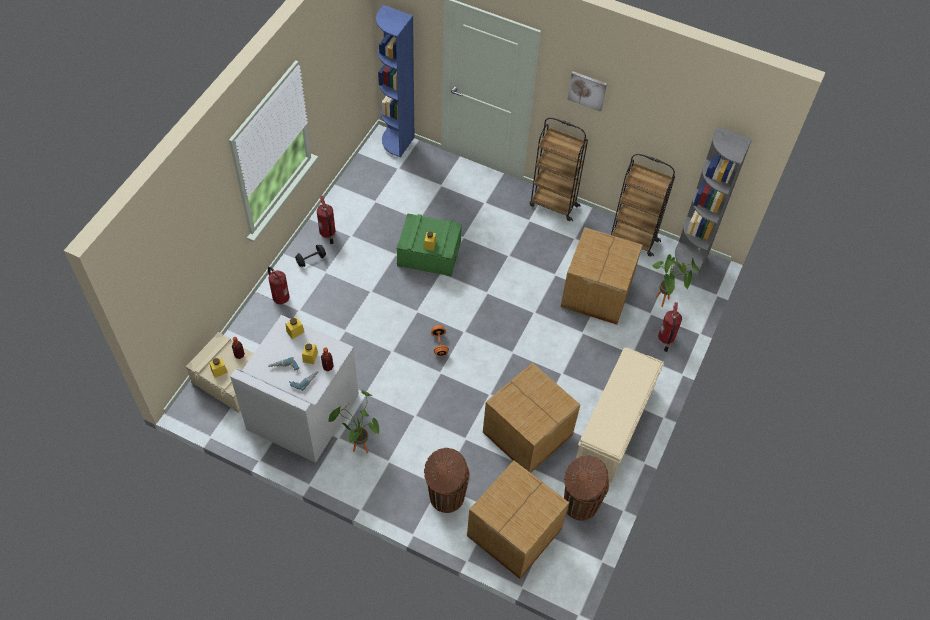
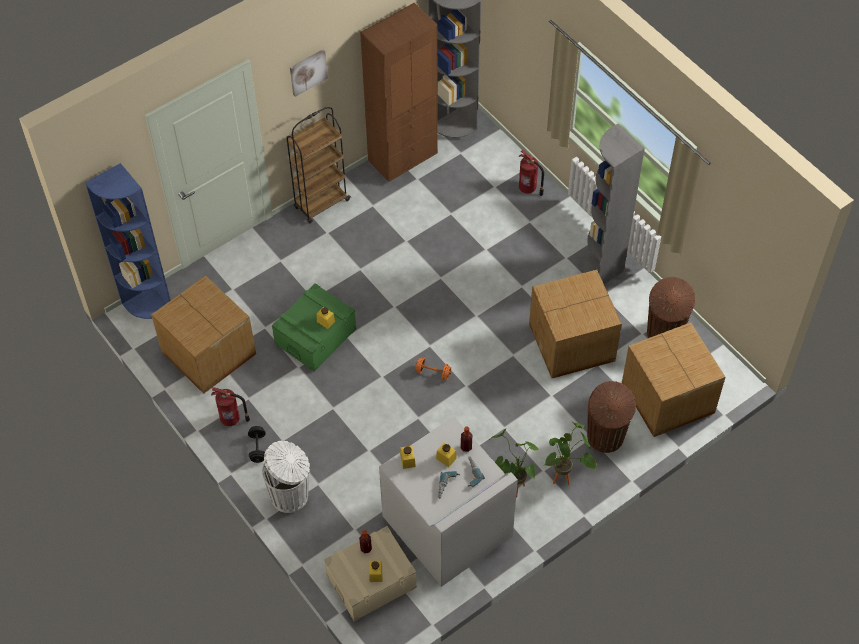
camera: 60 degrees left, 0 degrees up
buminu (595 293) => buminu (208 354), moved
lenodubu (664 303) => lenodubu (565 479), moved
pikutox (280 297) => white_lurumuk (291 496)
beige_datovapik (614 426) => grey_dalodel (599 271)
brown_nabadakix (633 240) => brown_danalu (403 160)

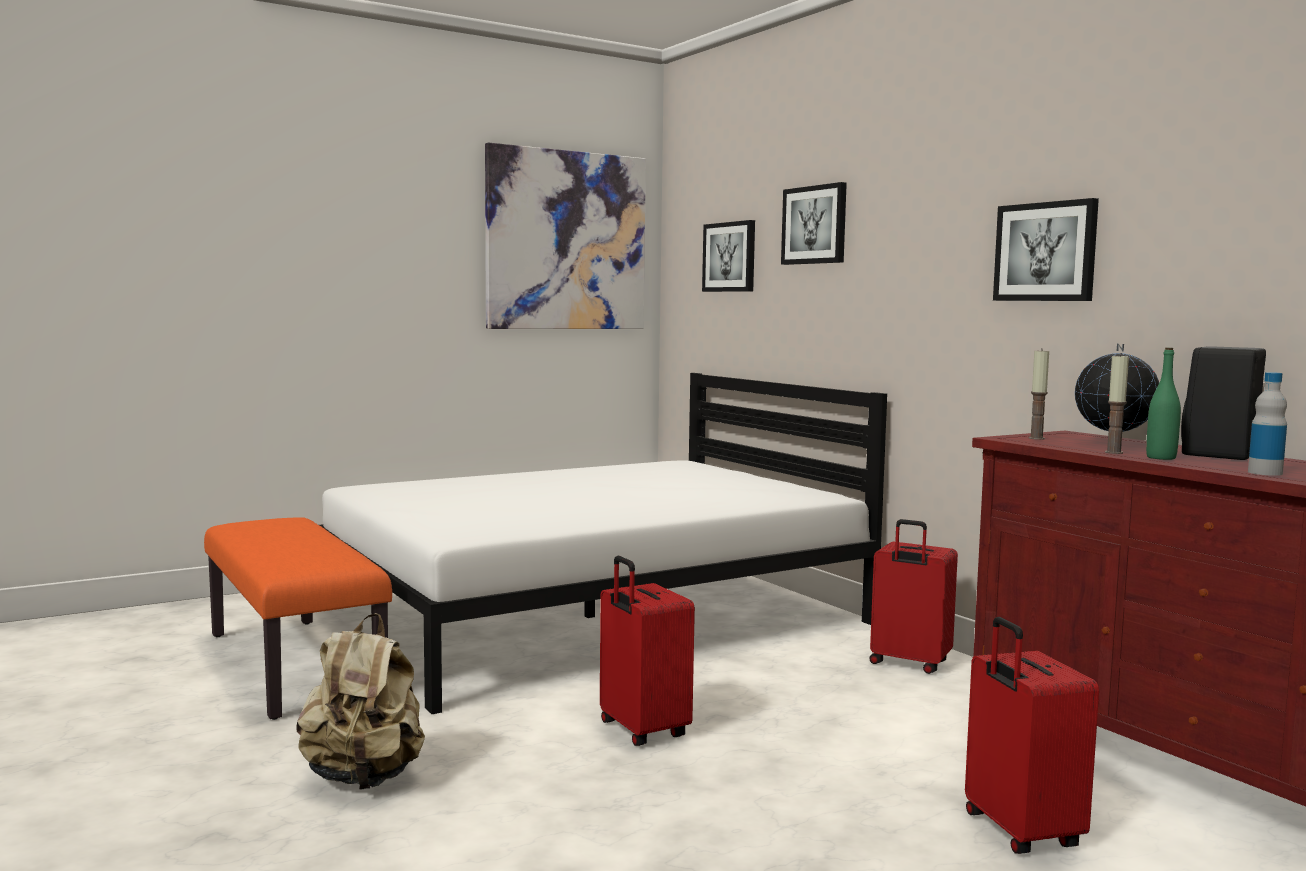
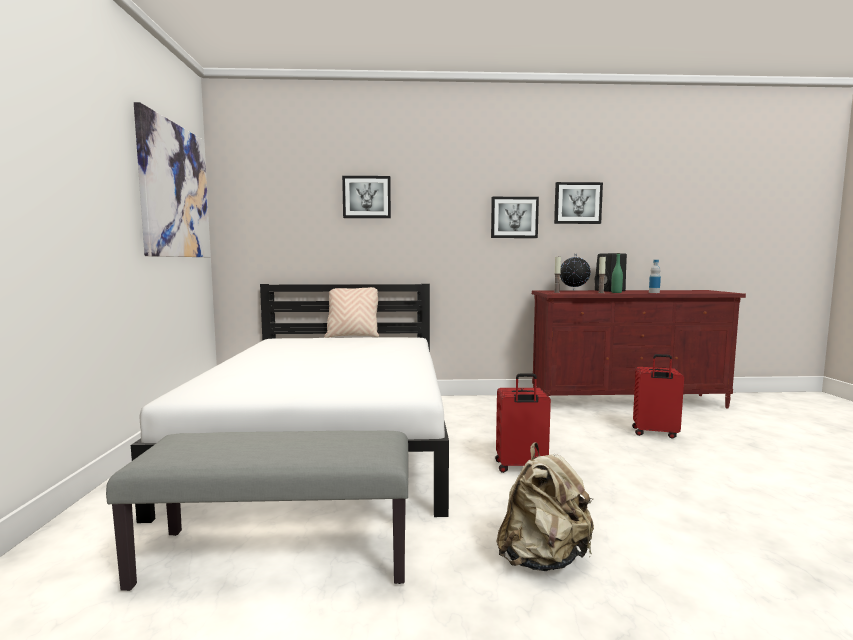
camera: 60 degrees left, 0 degrees up
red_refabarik (909 664) => nothing
nothing => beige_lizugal (352 336)
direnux (730 257) => direnux (577 203), moved
orange_datovapik (295 665) => grey_datovapik (279 555)

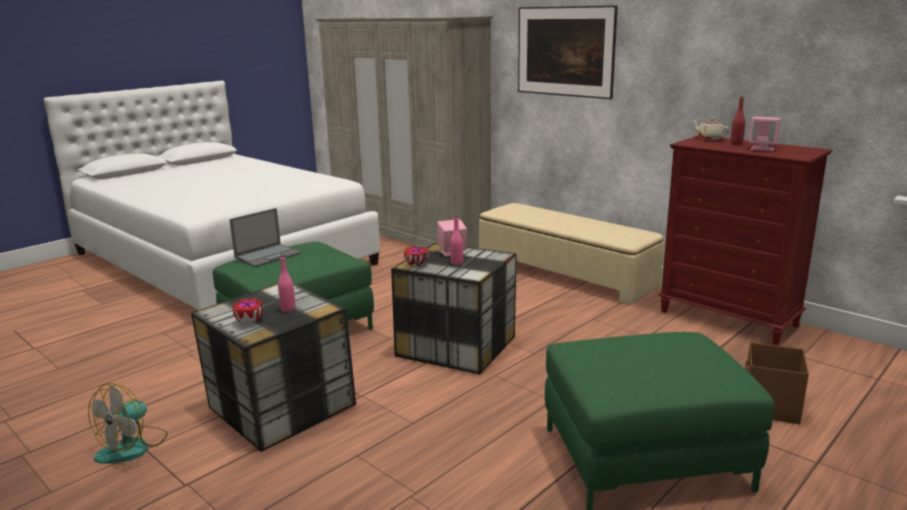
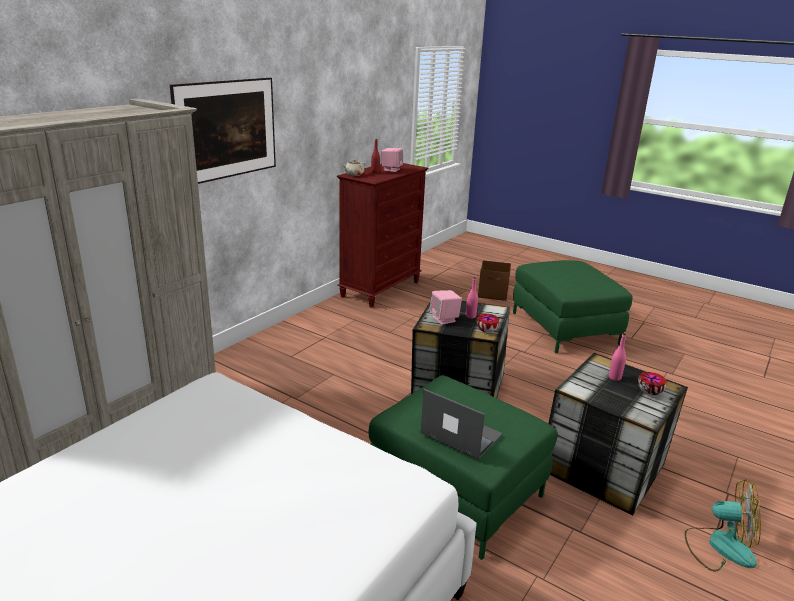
camera: 100 degrees left, 5 degrees up
beige_datovapik (565 273) => nothing

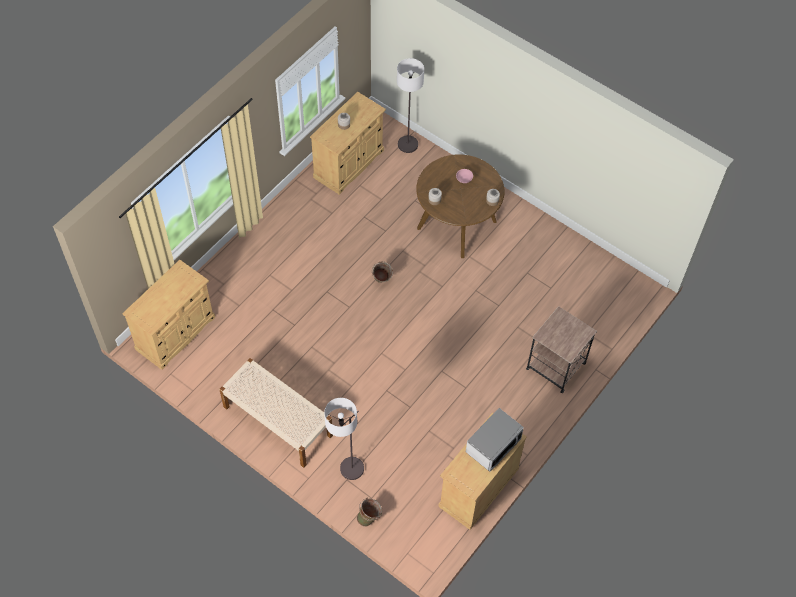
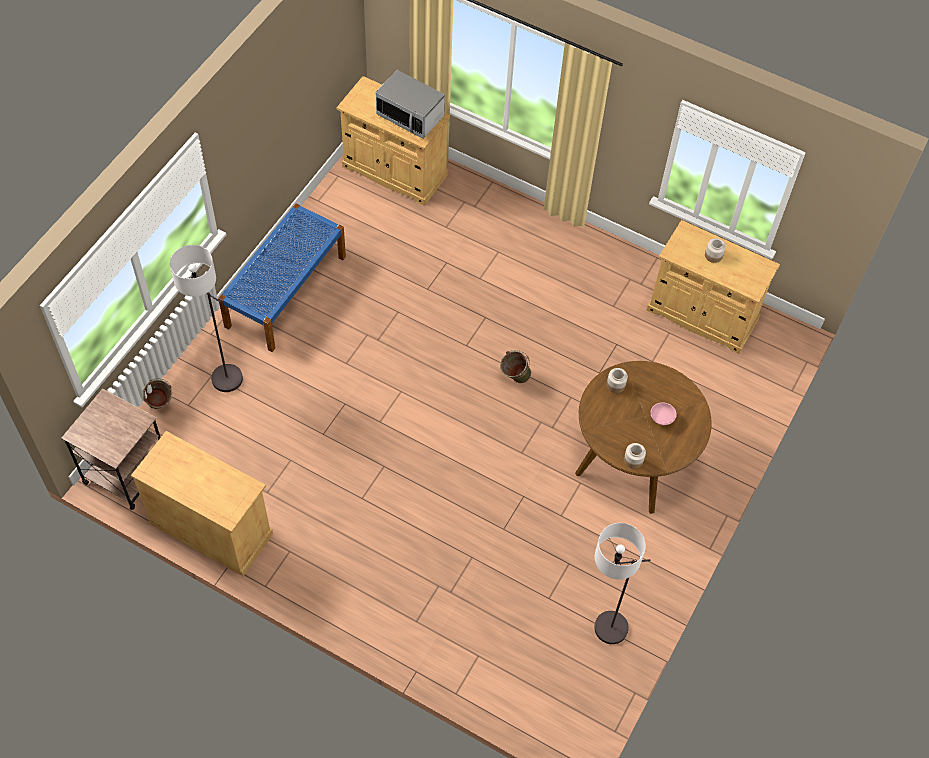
camera: 80 degrees right, 0 degrees up
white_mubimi (407 150) => white_mubimi (600 629), moved
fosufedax (493 445) => fosufedax (410 116), moved
brown_nabadakix (555 367) => brown_nabadakix (125 472), moved
beige_datovapik (277 421) => blue_datovapik (285 291)

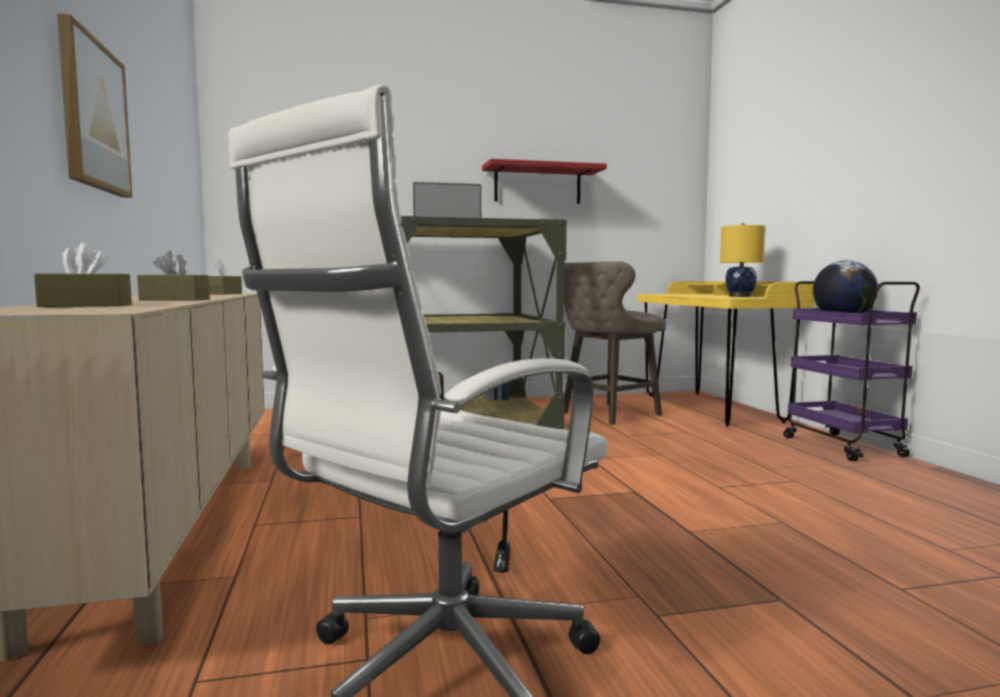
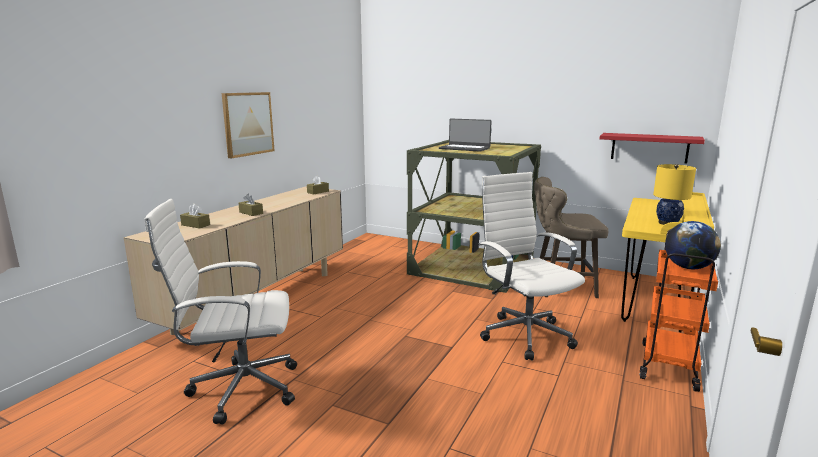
camera: 40 degrees right, 10 degrees up
nothing => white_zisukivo (523 334)
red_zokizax (537 185) => red_zokizax (649 148), moved
purple_nabadakix (843 447) => orange_nabadakix (668 366)

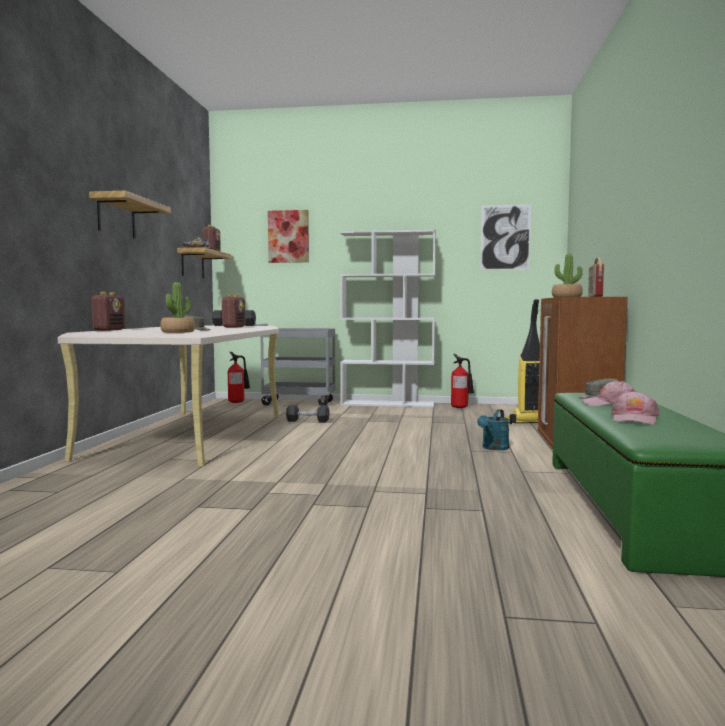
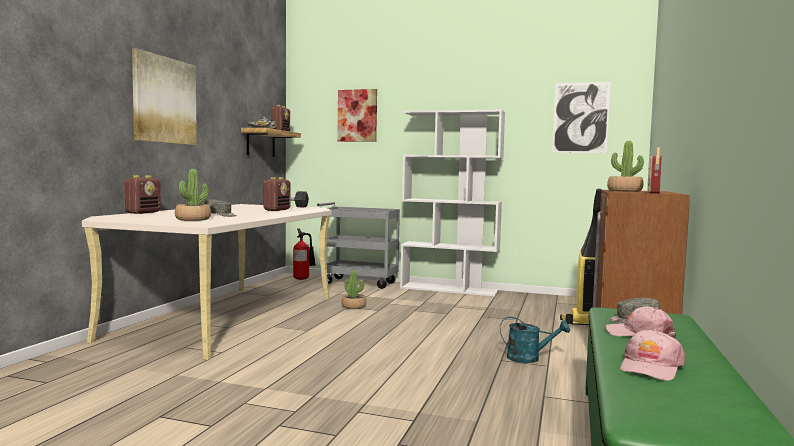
camera: 10 degrees right, 0 degrees up
pikutox (461 407) => nothing
zokizax (116 217) => direnux (164 100)
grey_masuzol (308 421) => lenodubu (353 306)
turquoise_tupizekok (494 448) => turquoise_tupizekok (529 358), 120 degrees counterclockwise

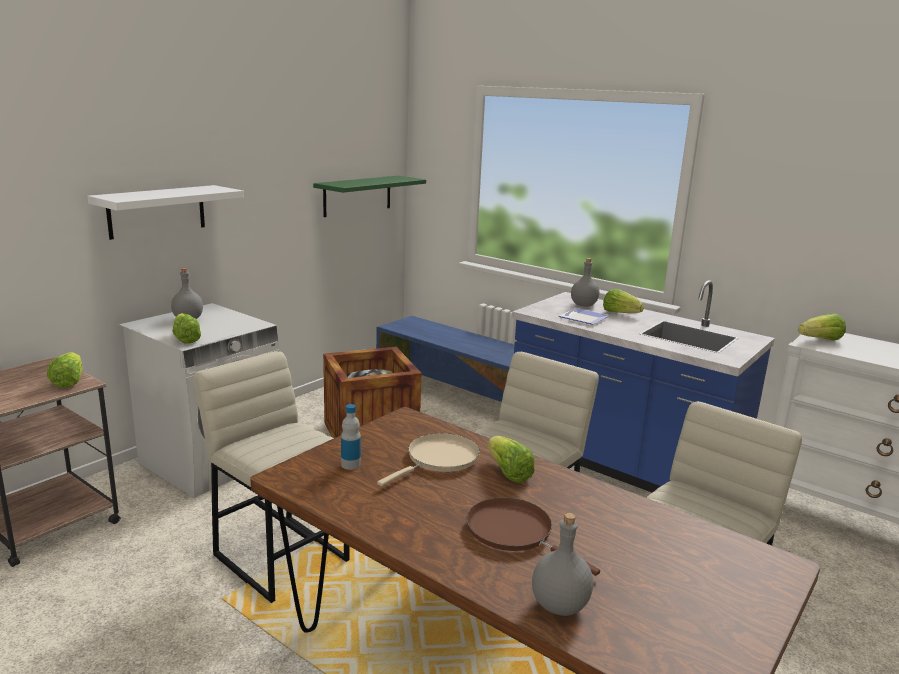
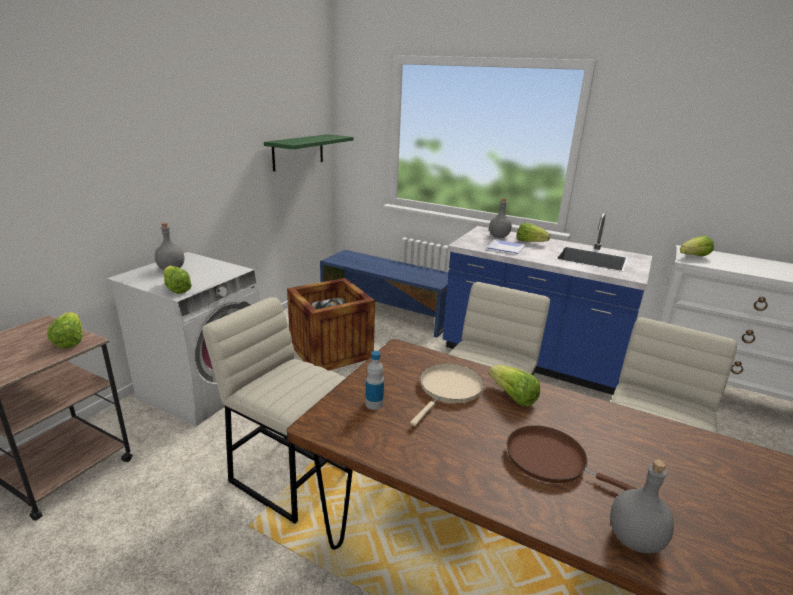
camera: 10 degrees left, 5 degrees up
white_zokizax (157 211) => nothing

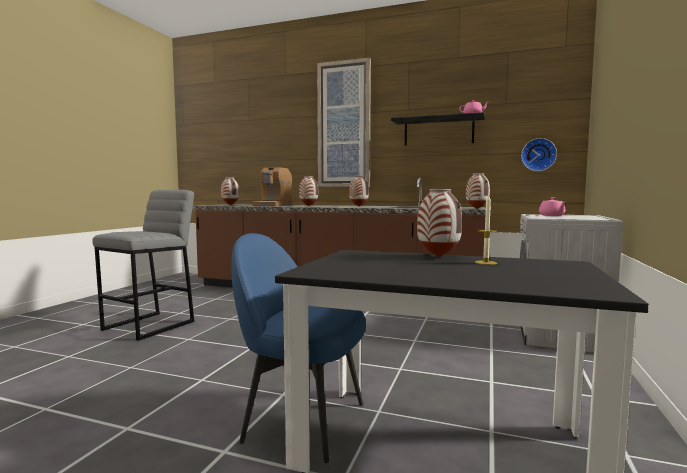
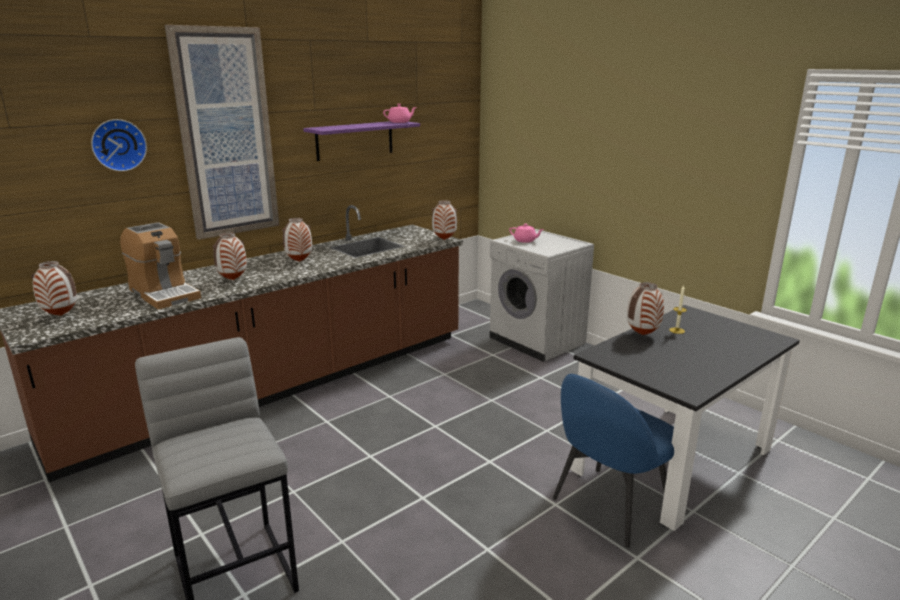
camera: 60 degrees left, 15 degrees up
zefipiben (538 155) => zefipiben (118 145), moved
black_zokizax (438 132) => purple_zokizax (355 140)

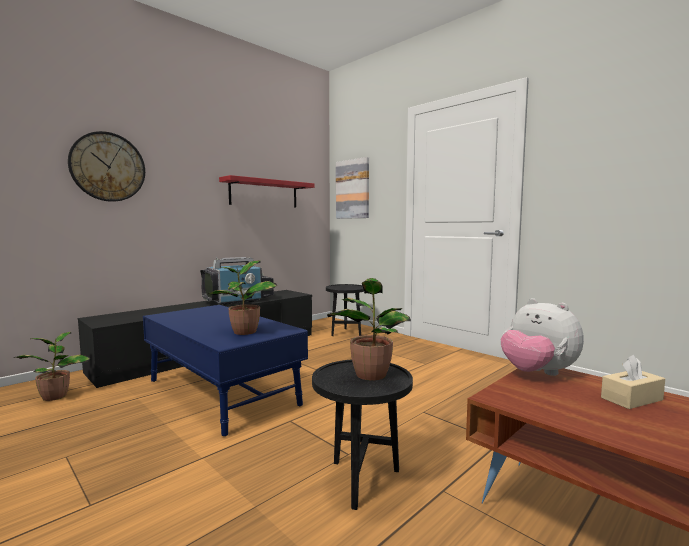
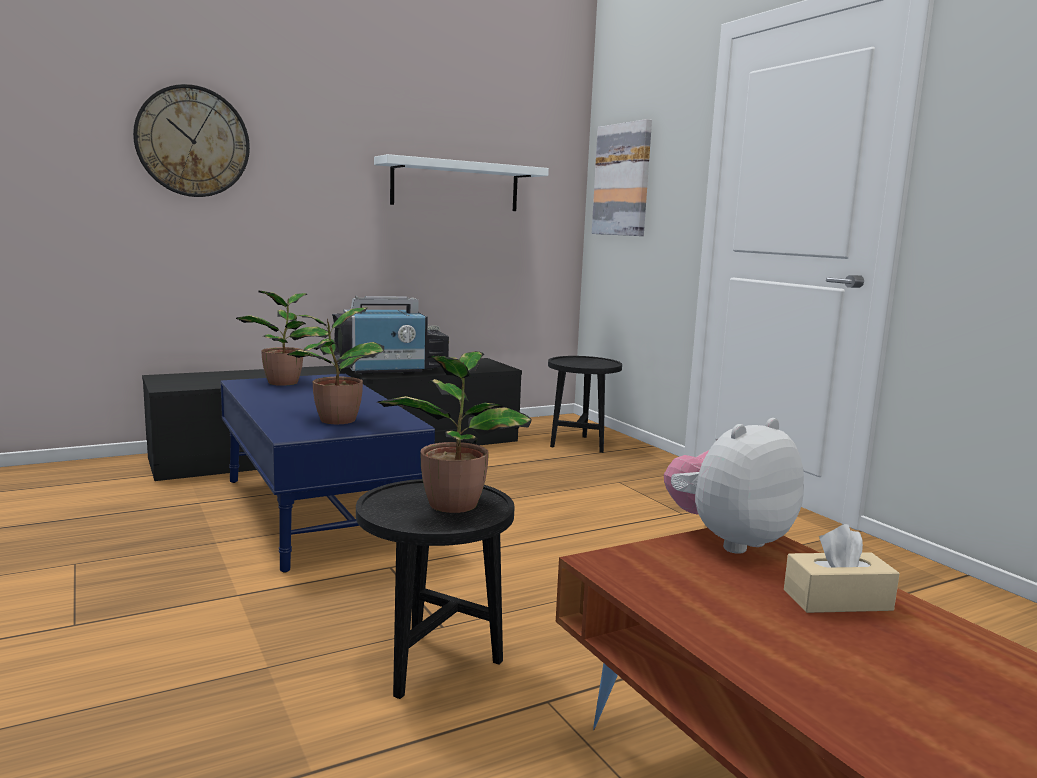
camera: 15 degrees right, 5 degrees up
lenodubu (56 396) => lenodubu (284 382), moved
red_zokizax (264 193) => white_zokizax (455 185)
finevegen (537 373) => finevegen (728 540), 75 degrees clockwise

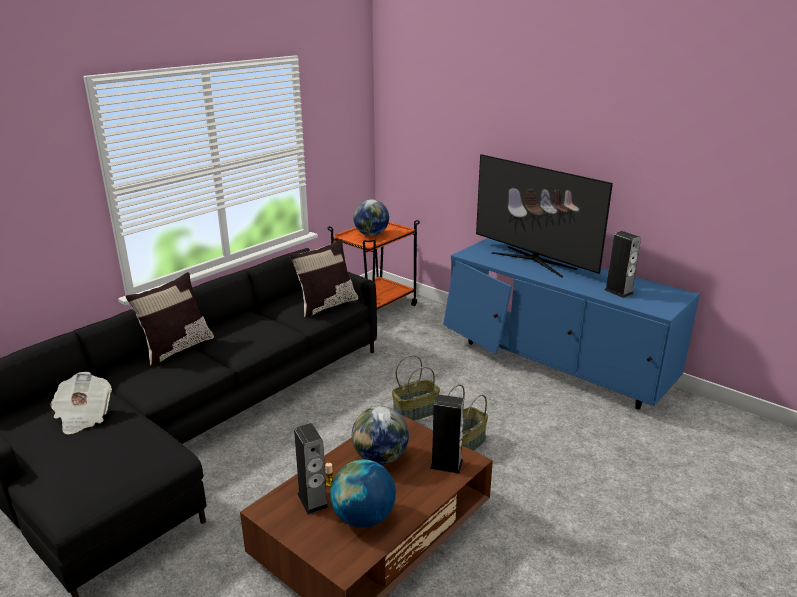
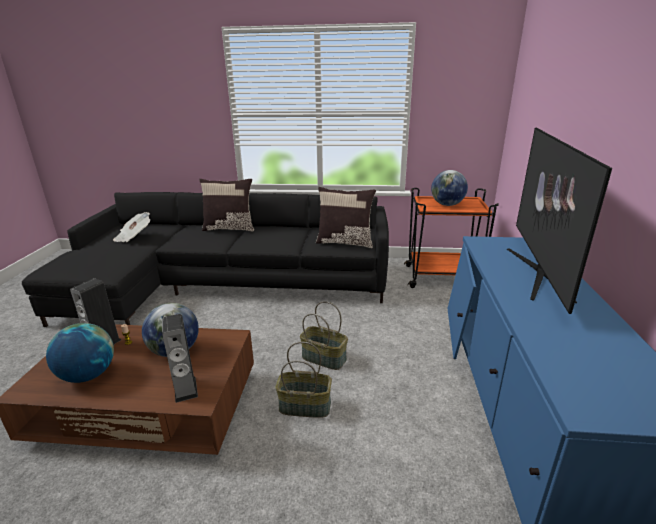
camera: 55 degrees right, 0 degrees up
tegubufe (618 291) => nothing

